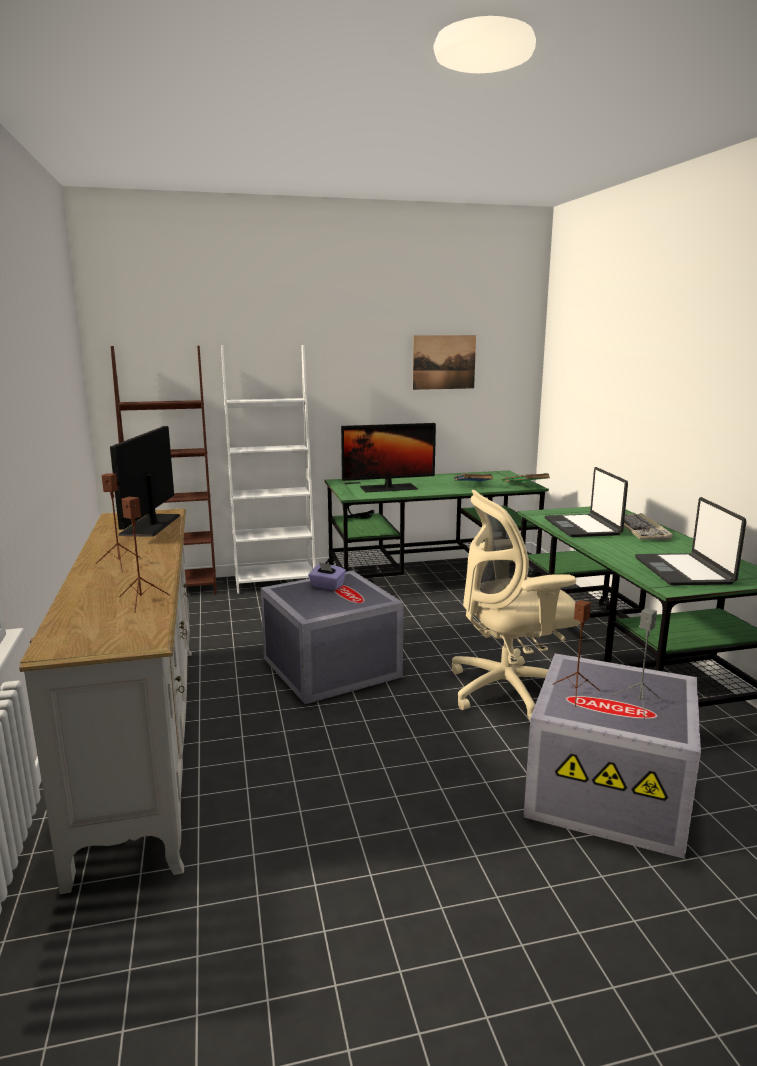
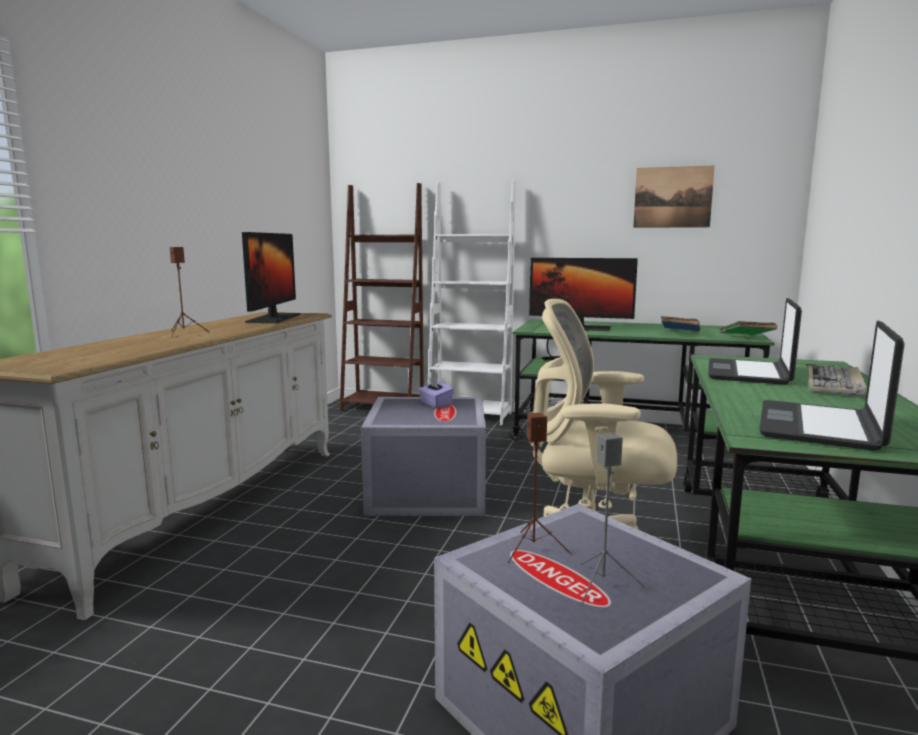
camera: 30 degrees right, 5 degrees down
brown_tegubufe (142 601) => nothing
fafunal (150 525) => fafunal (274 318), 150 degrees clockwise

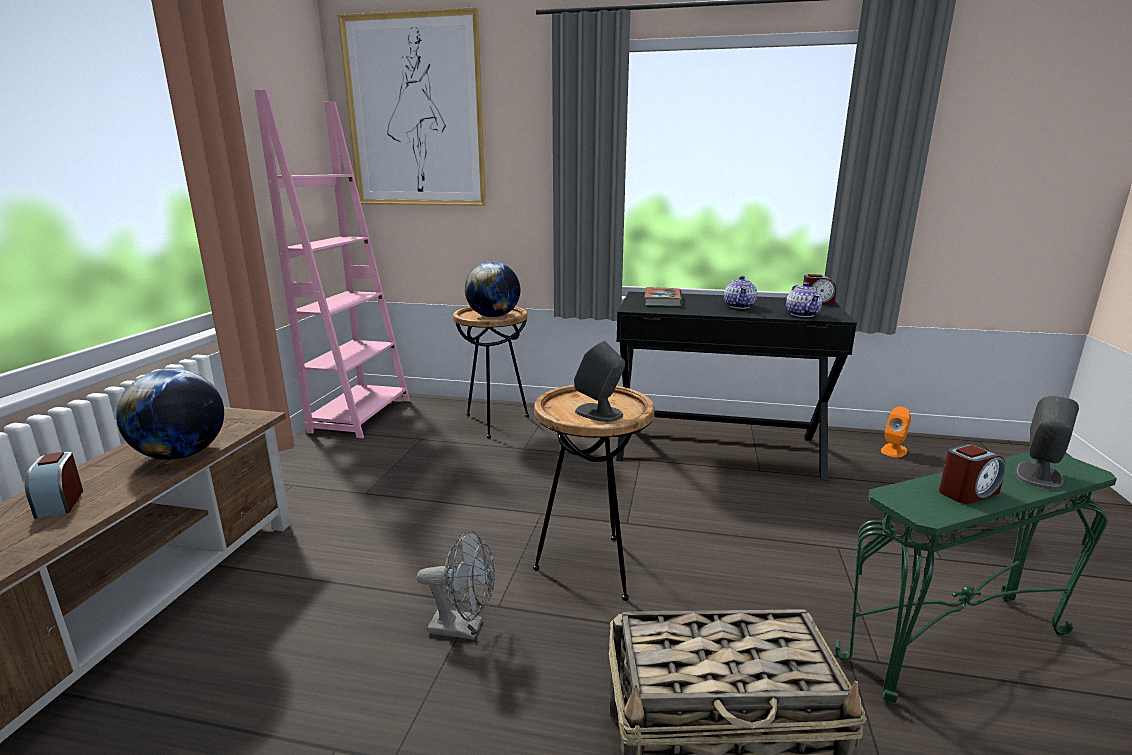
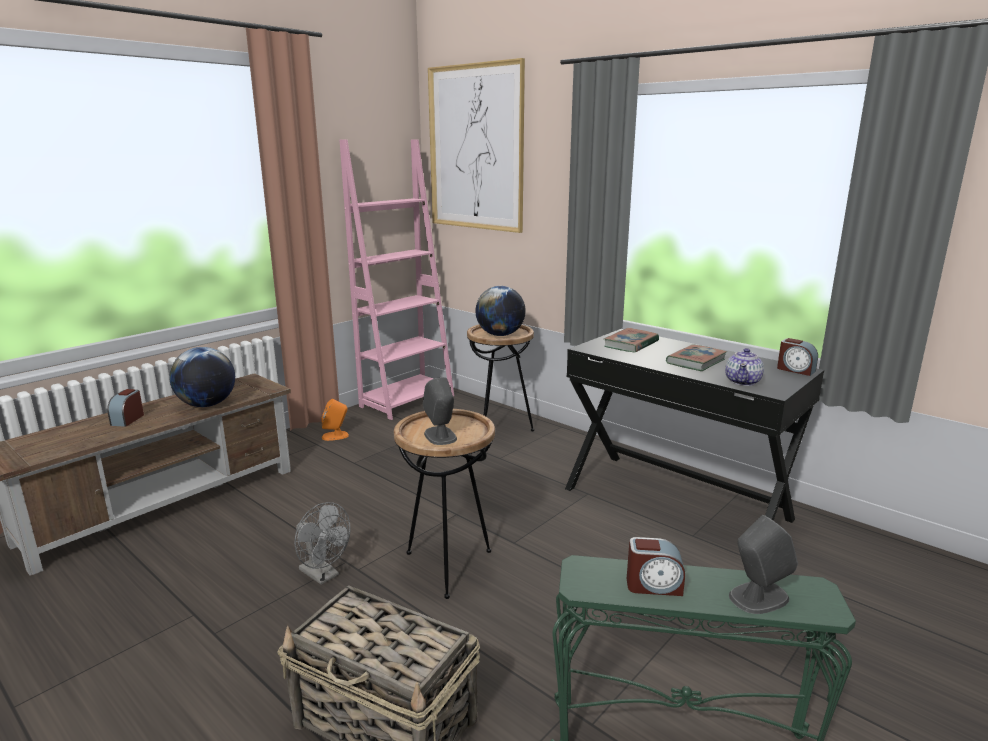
camera: 30 degrees right, 0 degrees up
orange_tegubufe (894 450) => orange_tegubufe (335 436), moved
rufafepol (739 306) => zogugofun (696 361)

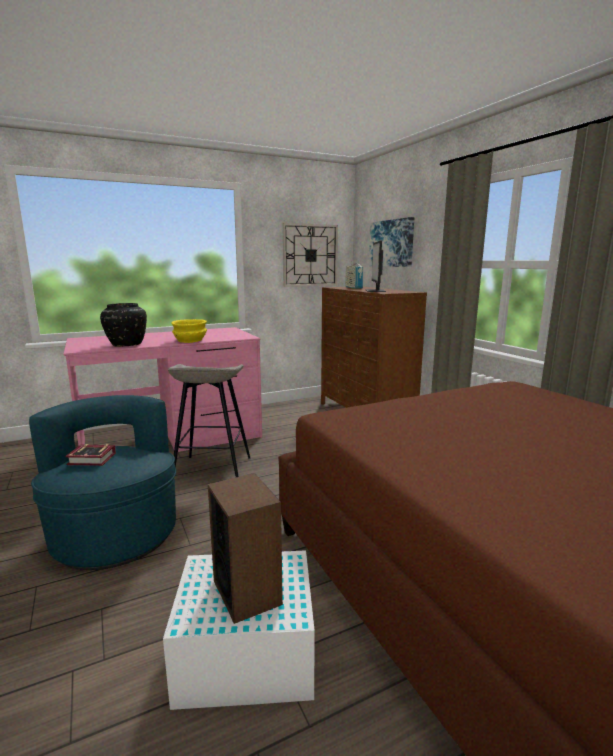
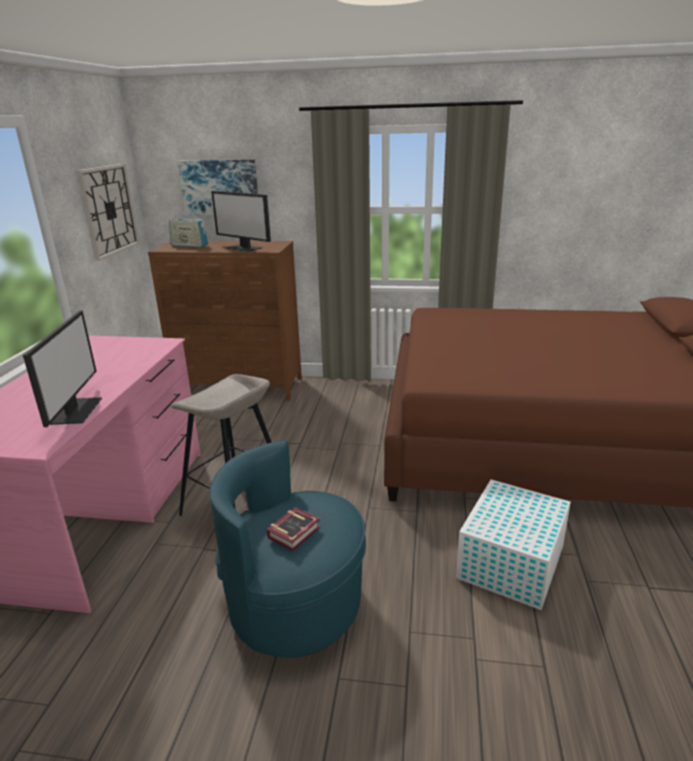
camera: 55 degrees left, 10 degrees up
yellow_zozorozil (190 340) => nothing
tegubufe (247 592) => nothing
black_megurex (127 345) => fafunal (75 410)

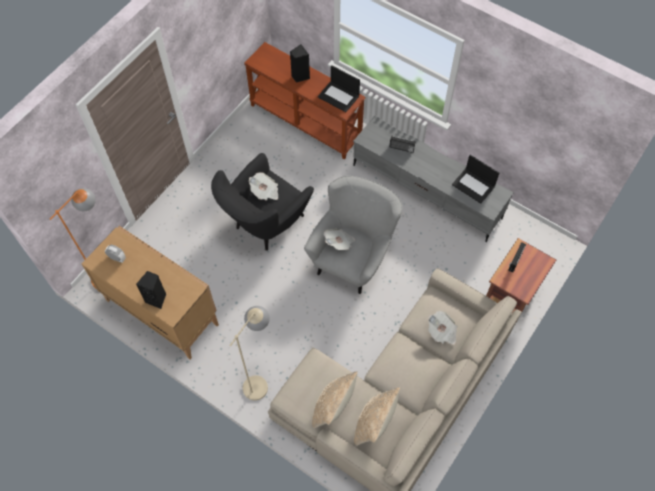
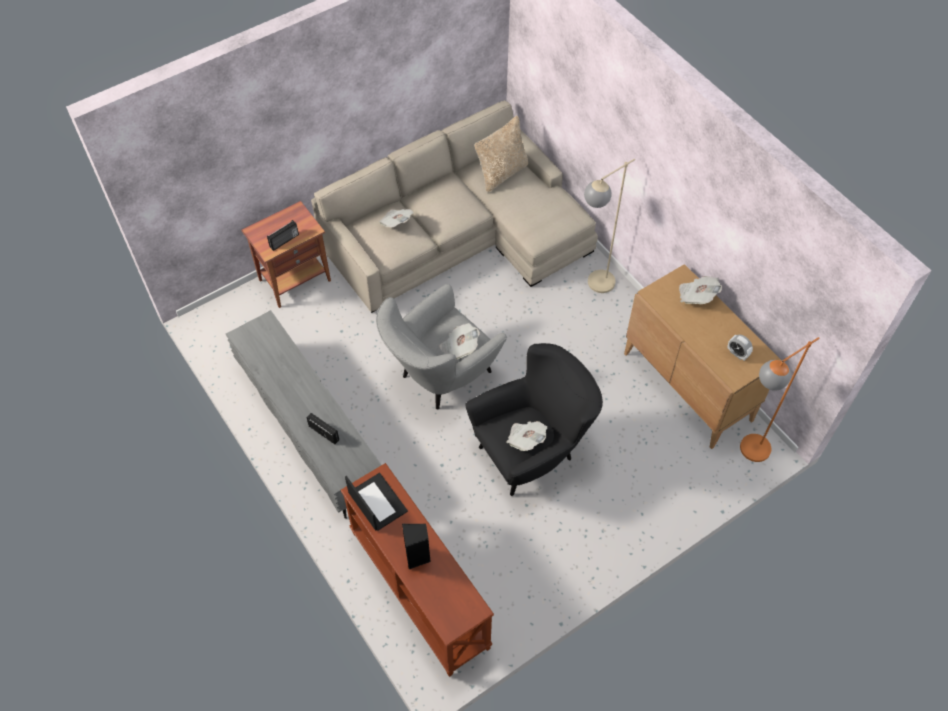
camera: 160 degrees left, 5 degrees down
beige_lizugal (333 408) => nothing
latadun (474 185) => nothing
black_tegubufe (157 299) => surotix (696 296)

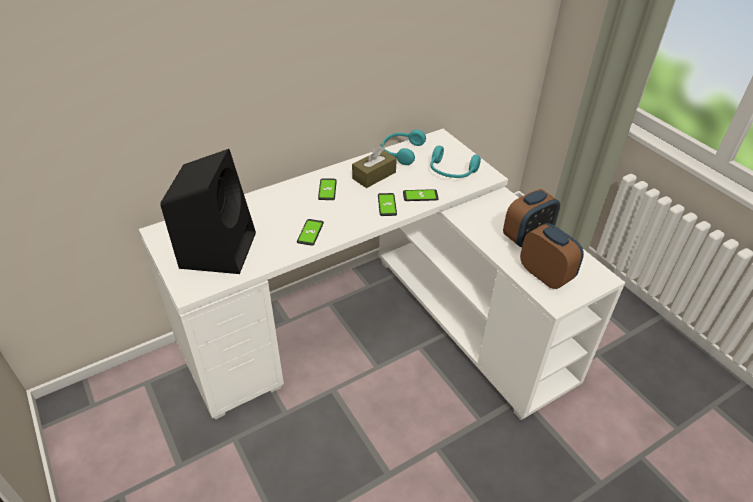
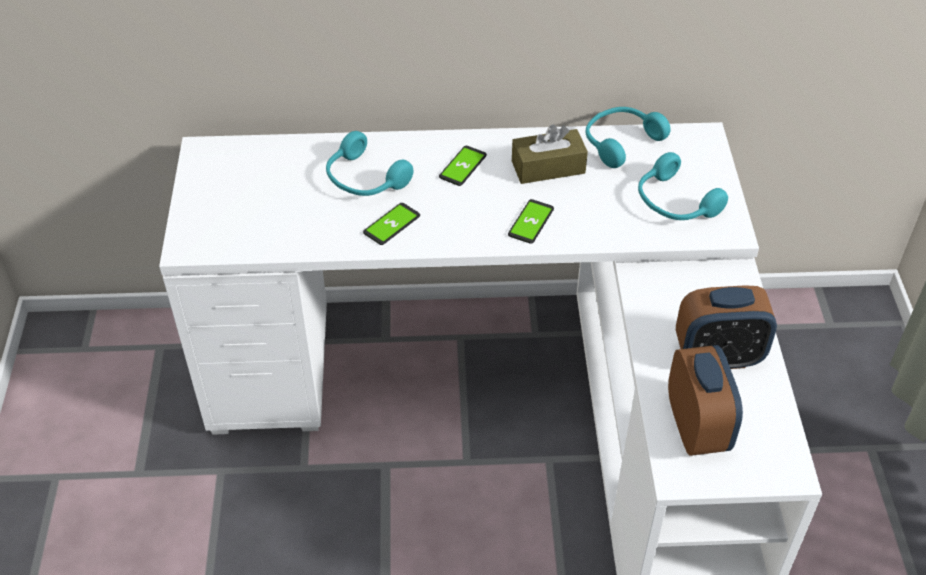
camera: 30 degrees right, 5 degrees up
black_tegubufe (218 248) => nothing
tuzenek (420 196) => nothing
nothing => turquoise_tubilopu (364 180)

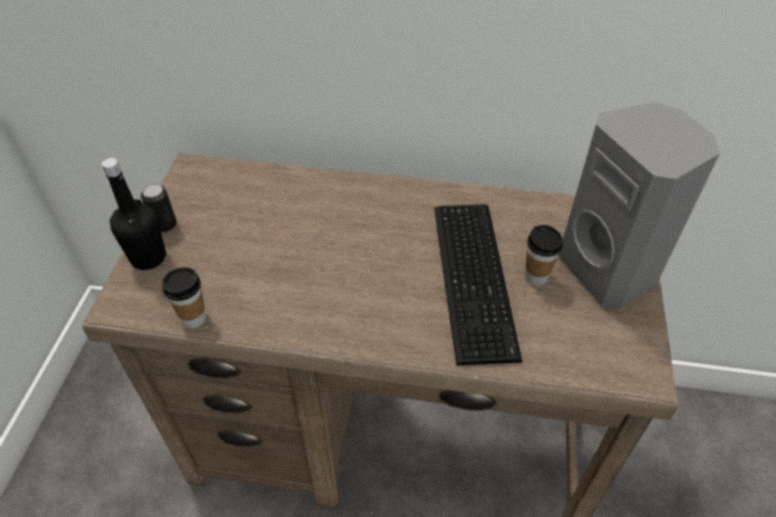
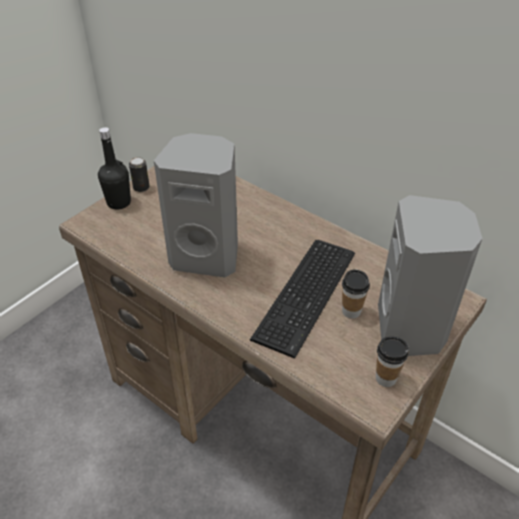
camera: 30 degrees right, 5 degrees down
nothing => grey_tegubufe (206 256)
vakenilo (194 318) => vakenilo (385 378), moved

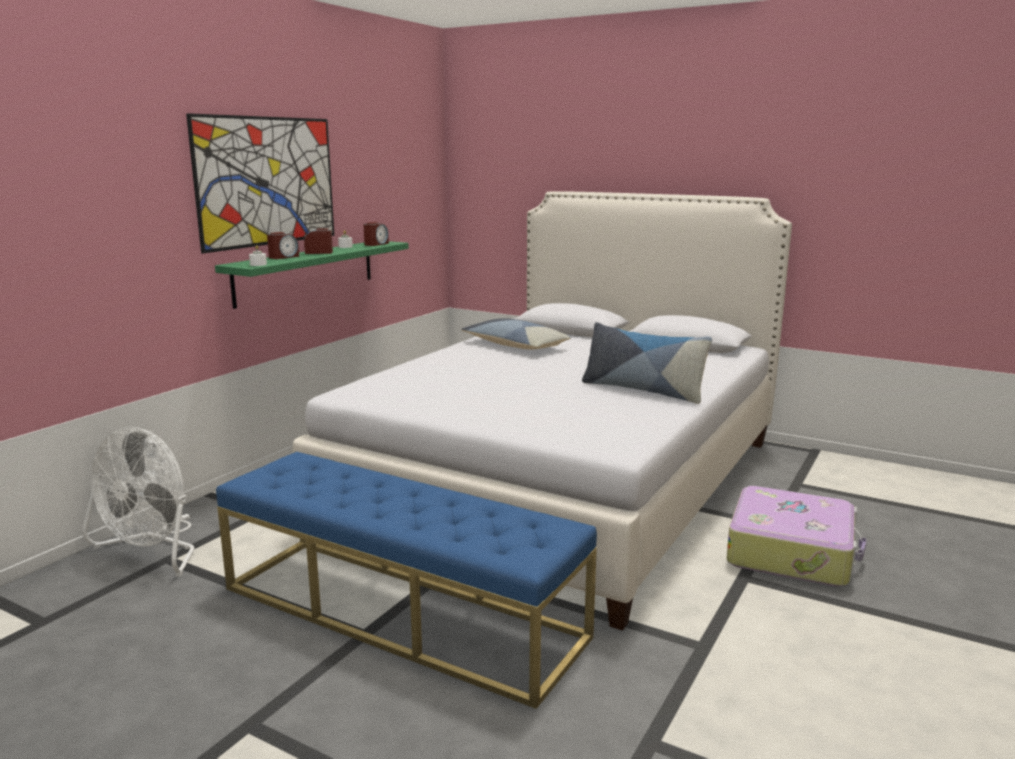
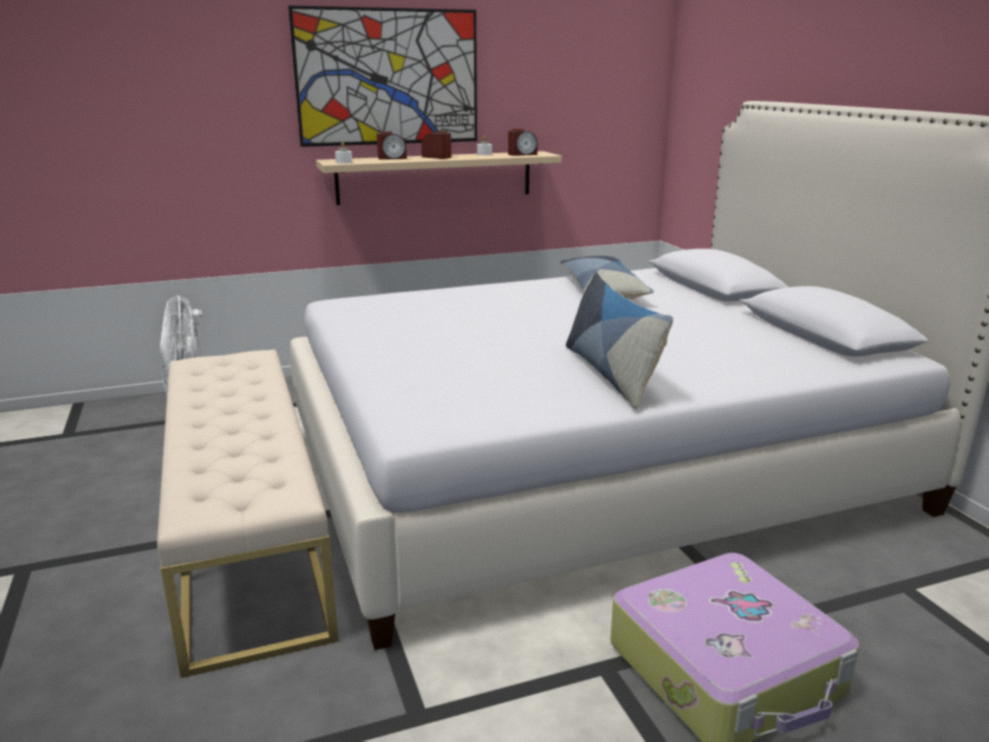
camera: 40 degrees right, 5 degrees up
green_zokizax (306 272) => beige_zokizax (435 177)
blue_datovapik (401 612) => beige_datovapik (247 532)

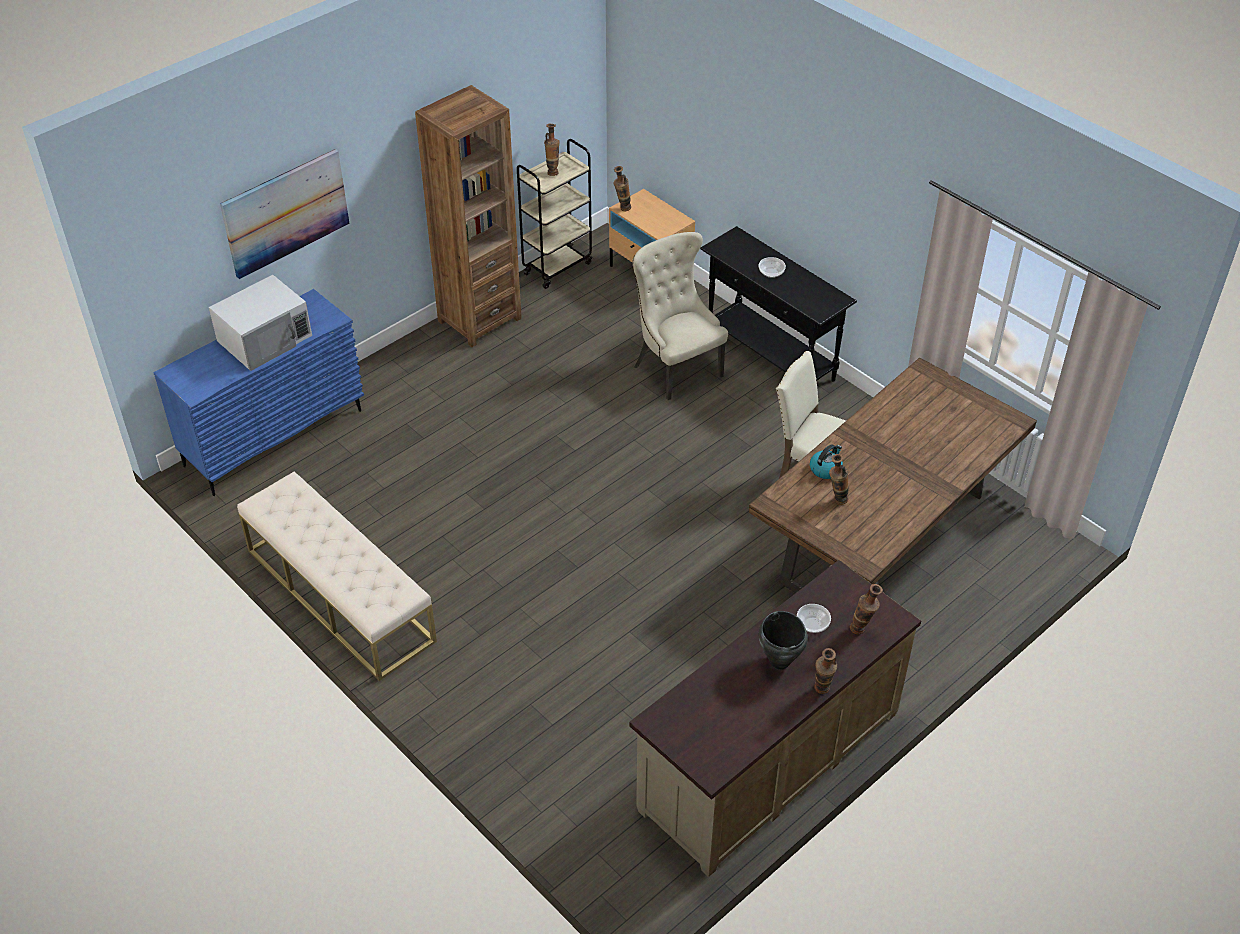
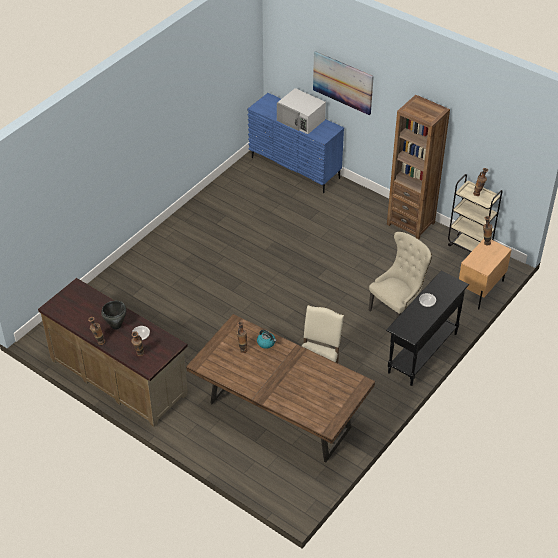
camera: 80 degrees right, 0 degrees up
beige_datovapik (339 595) => nothing

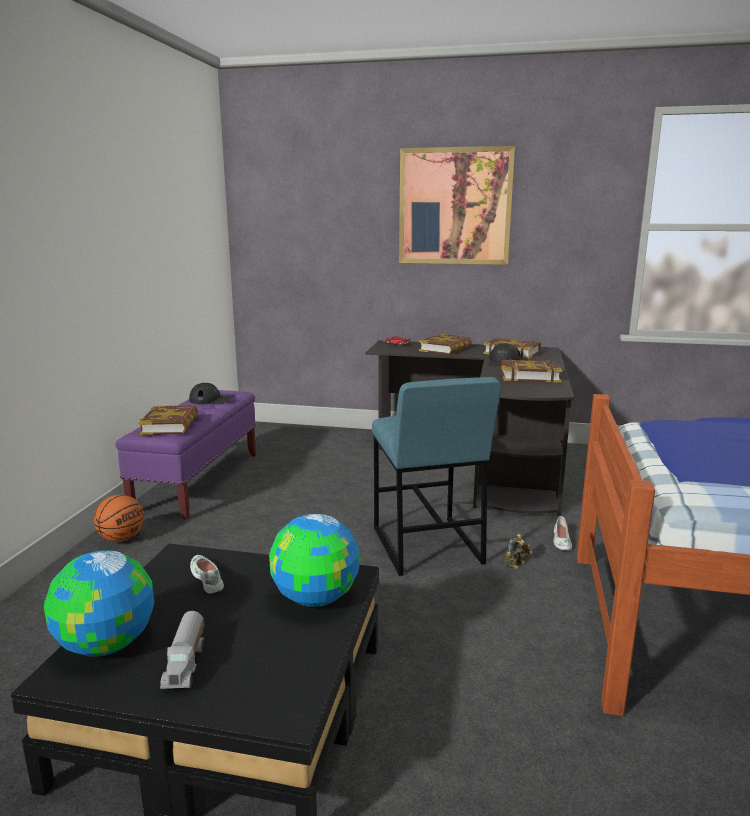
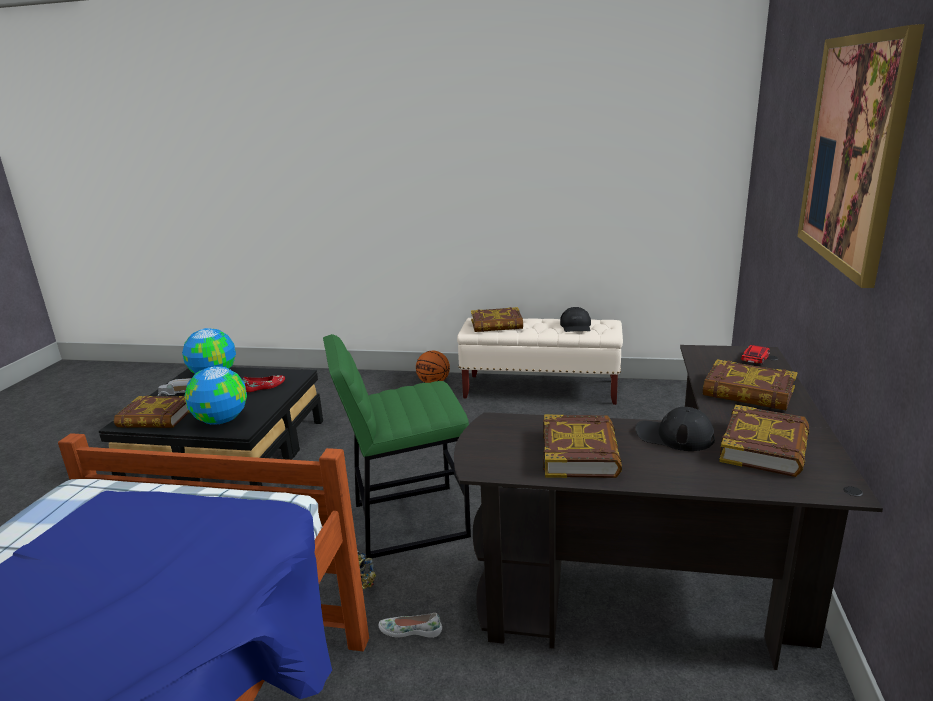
camera: 90 degrees right, 5 degrees up
nothing => zogugofun (156 418)
purple_datovapik (198 482) => beige_datovapik (541 390)
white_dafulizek (207 578) => red_dafulizek (265 387)
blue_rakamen (428 547) => green_rakamen (407 521)

